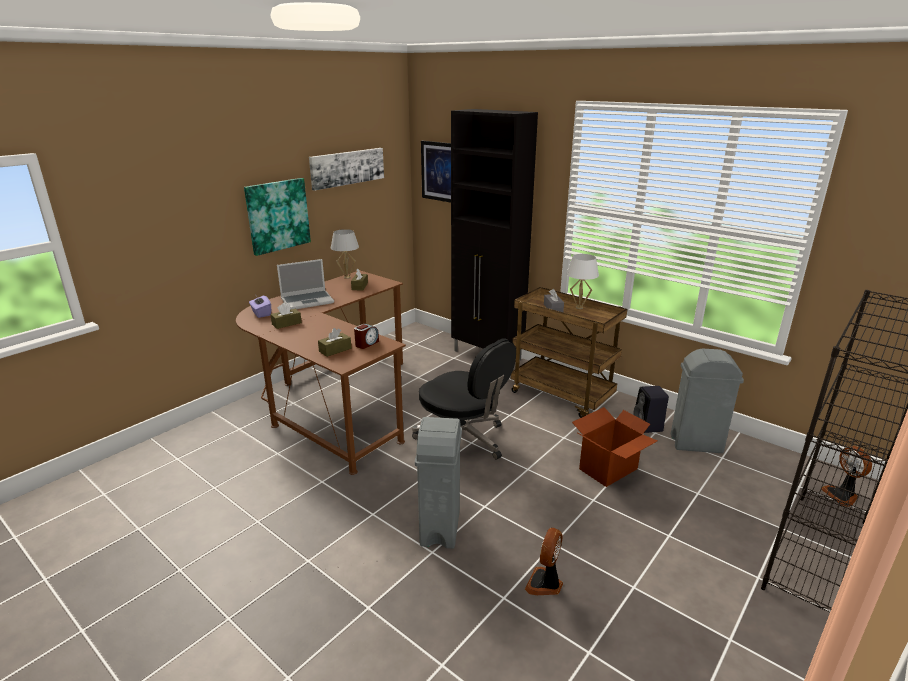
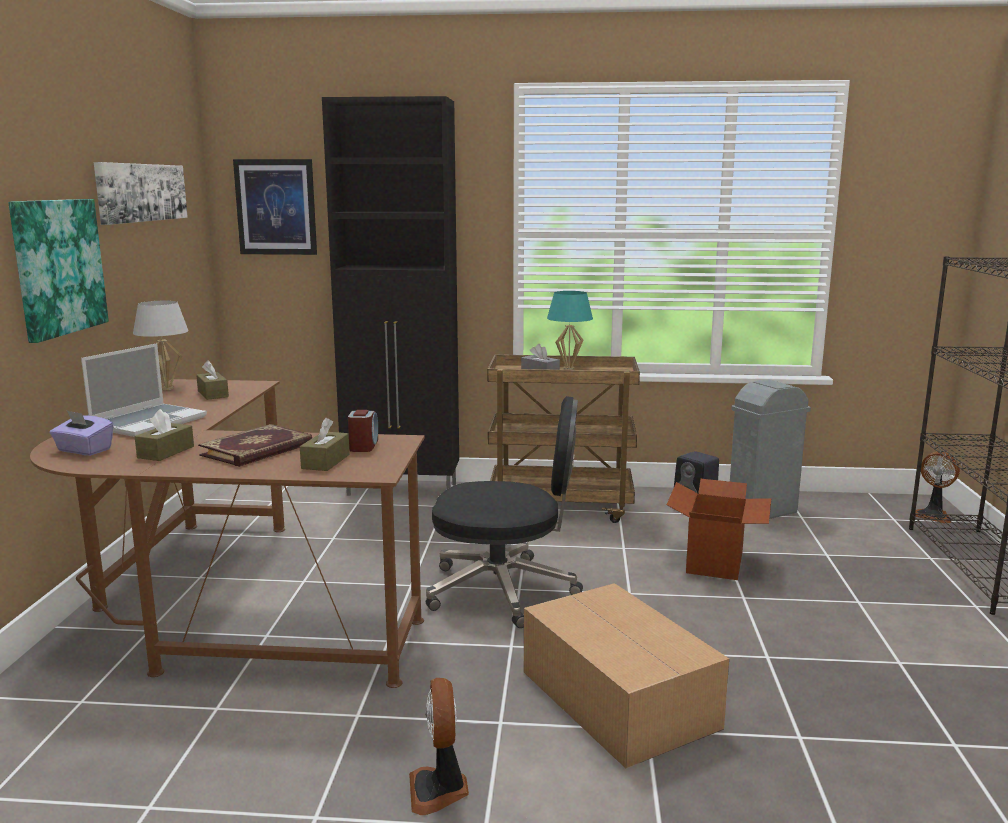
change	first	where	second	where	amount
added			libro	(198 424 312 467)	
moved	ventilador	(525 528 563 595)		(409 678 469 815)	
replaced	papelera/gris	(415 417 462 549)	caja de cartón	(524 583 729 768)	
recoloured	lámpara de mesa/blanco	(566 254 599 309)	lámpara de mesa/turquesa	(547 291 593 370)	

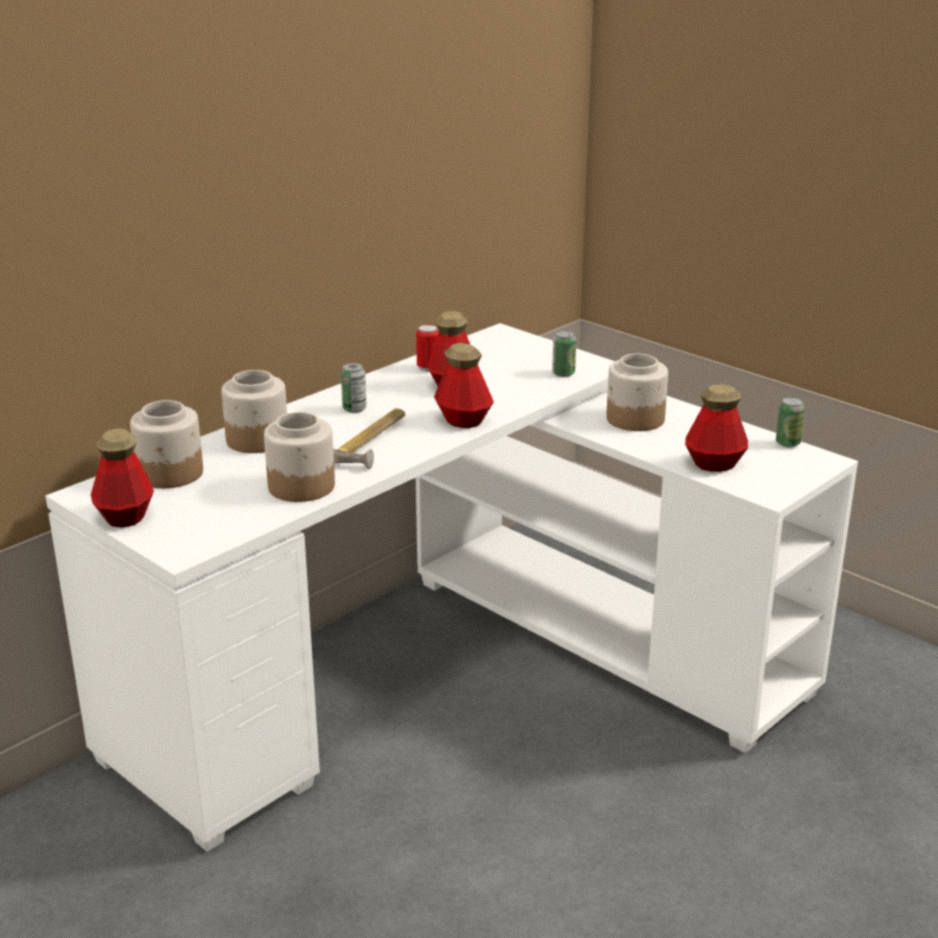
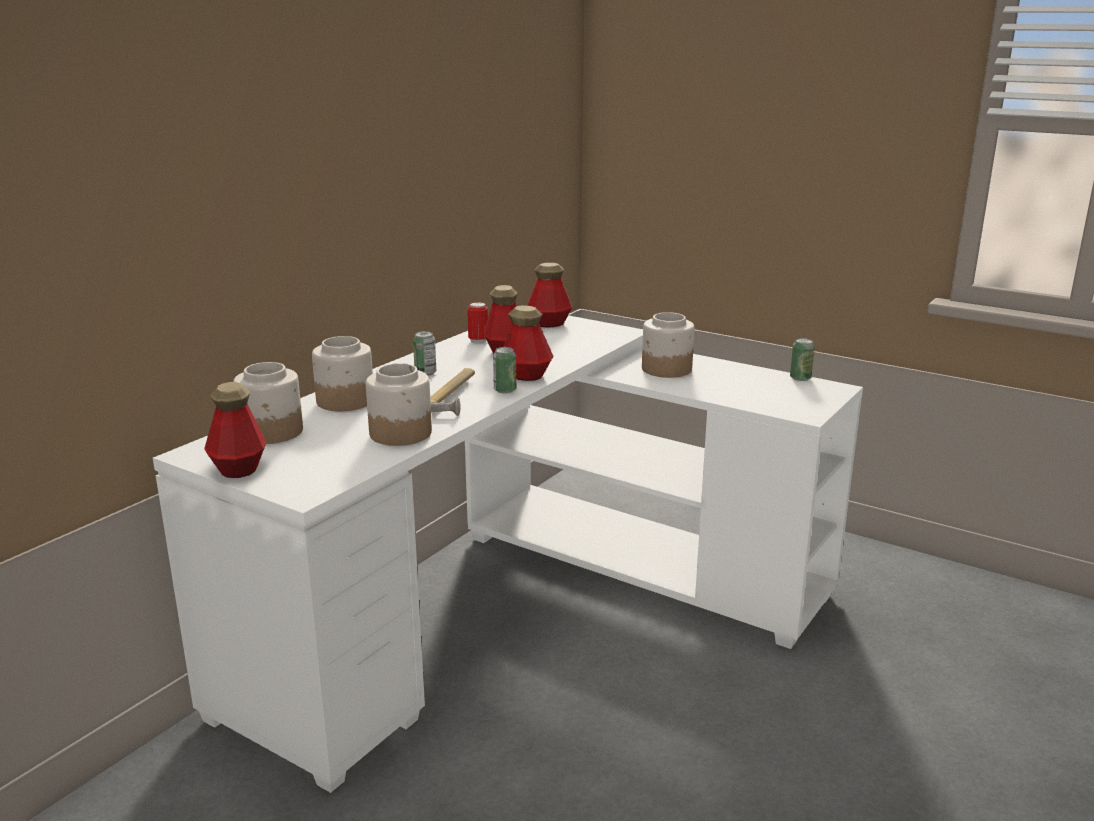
change	first	where	second	where	amount
moved	lata	(552 330 576 377)		(493 347 516 394)	
moved	botella	(685 384 748 472)		(527 263 572 327)	

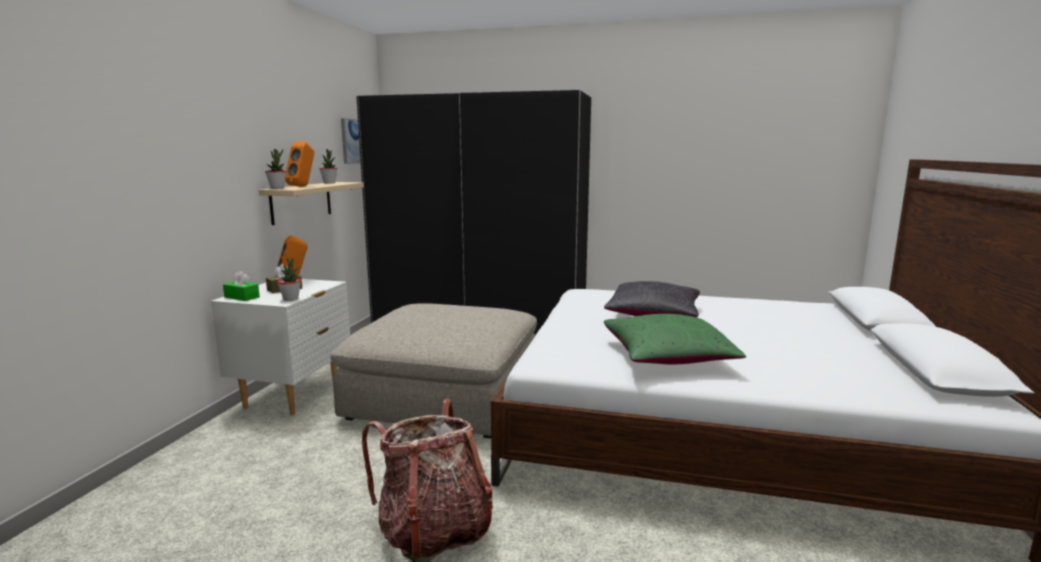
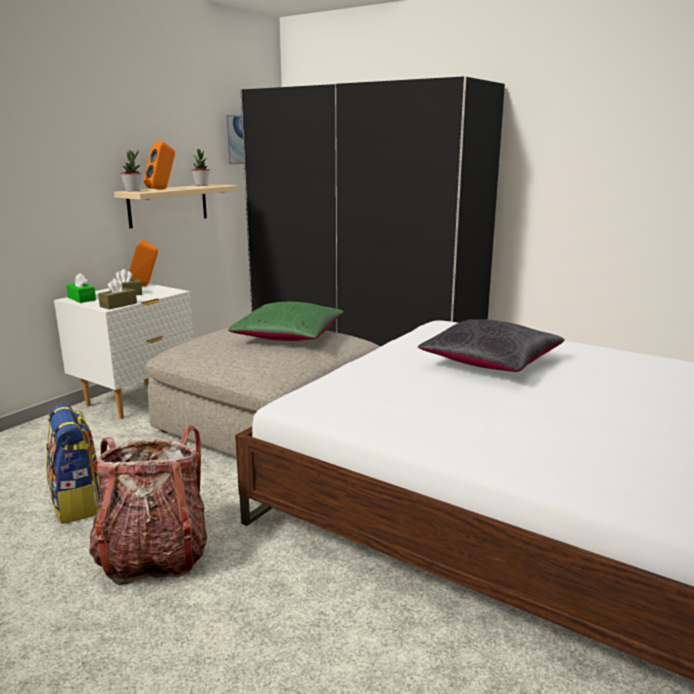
change	first	where	second	where	amount
added			mochila	(46 404 100 524)	
moved	cojín/verde	(604 314 746 364)		(228 302 344 341)	
replaced	planta en maceta	(277 257 301 301)	caja de pañuelos/marrón	(98 278 137 310)	

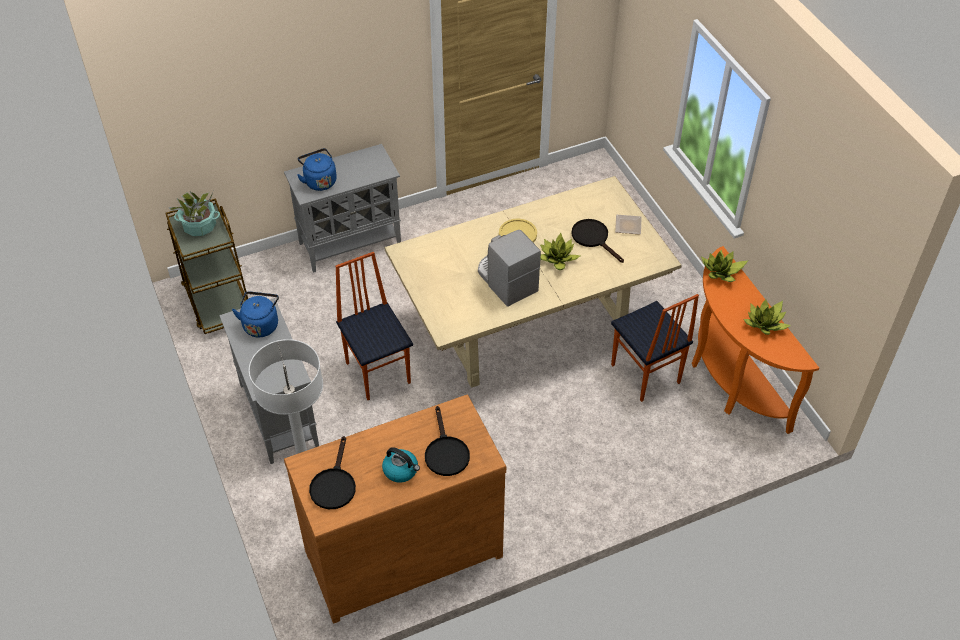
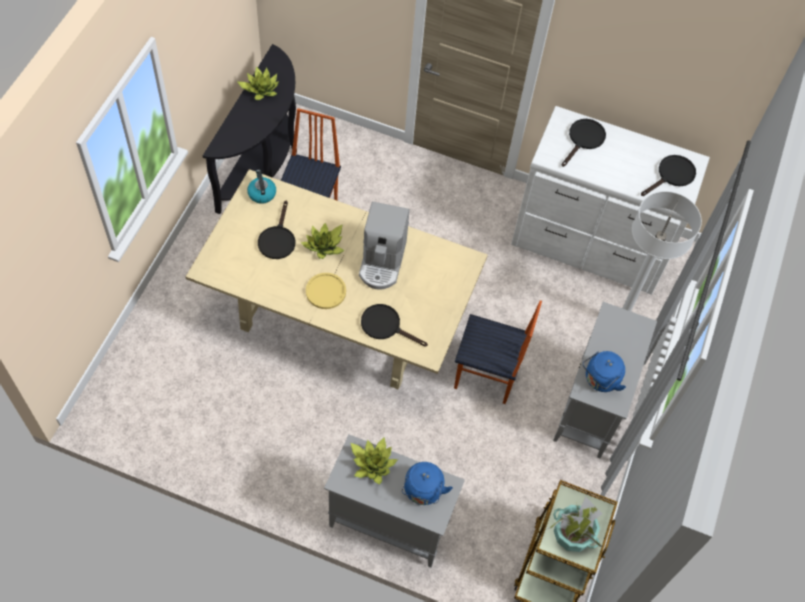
change	first	where	second	where	amount
removed	plato	(615 215 642 235)			
added			sartén/negro	(361 304 428 347)	
moved	hervidor	(382 447 420 483)		(247 170 276 204)	
moved	planta en maceta	(701 250 749 282)		(351 437 398 484)	
recoloured	cómoda/marrón	(284 394 506 623)	cómoda/blanco	(511 106 710 295)	
recoloured	mesa consola/naranja	(692 246 819 434)	mesa consola/negro	(203 44 297 214)	
turned	silla	(336 252 413 400)		(454 300 542 404)	90 degrees counterclockwise

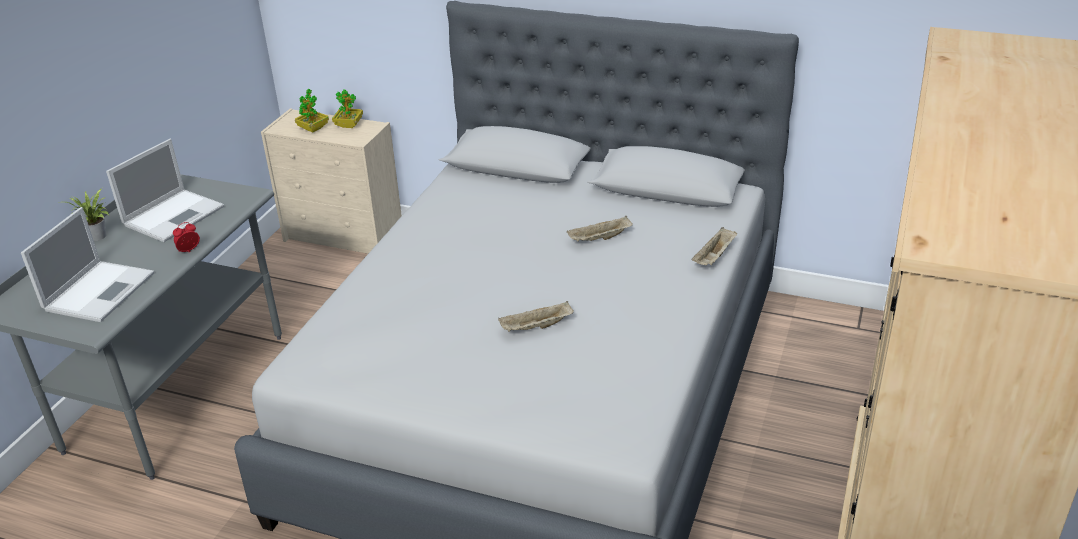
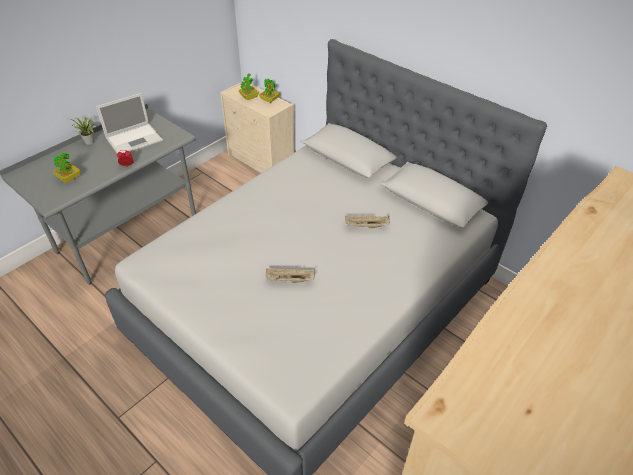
change	first	where	second	where	amount
removed	bandeja/beis	(691 227 737 265)			
replaced	portátil	(21 207 154 322)	planta en maceta	(53 153 80 183)	

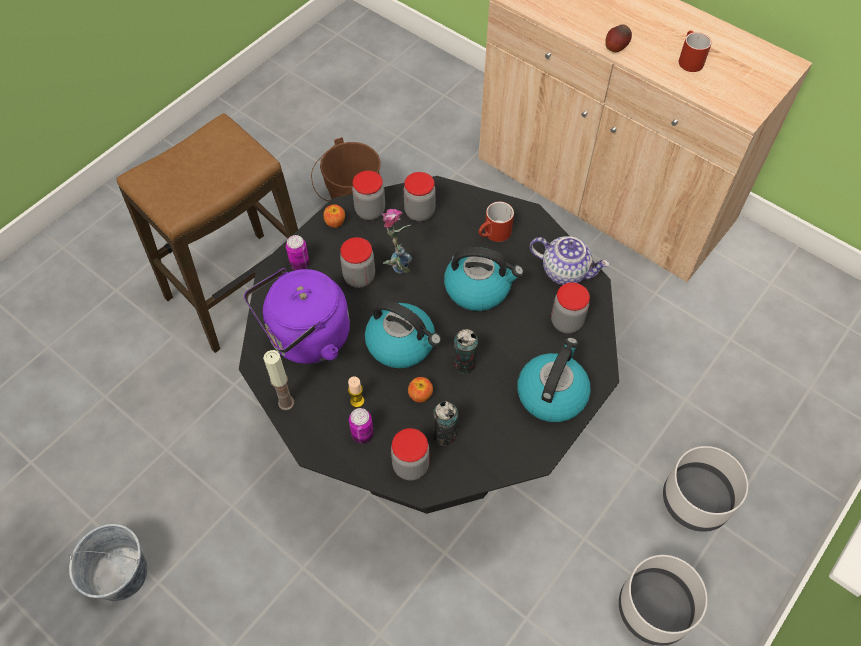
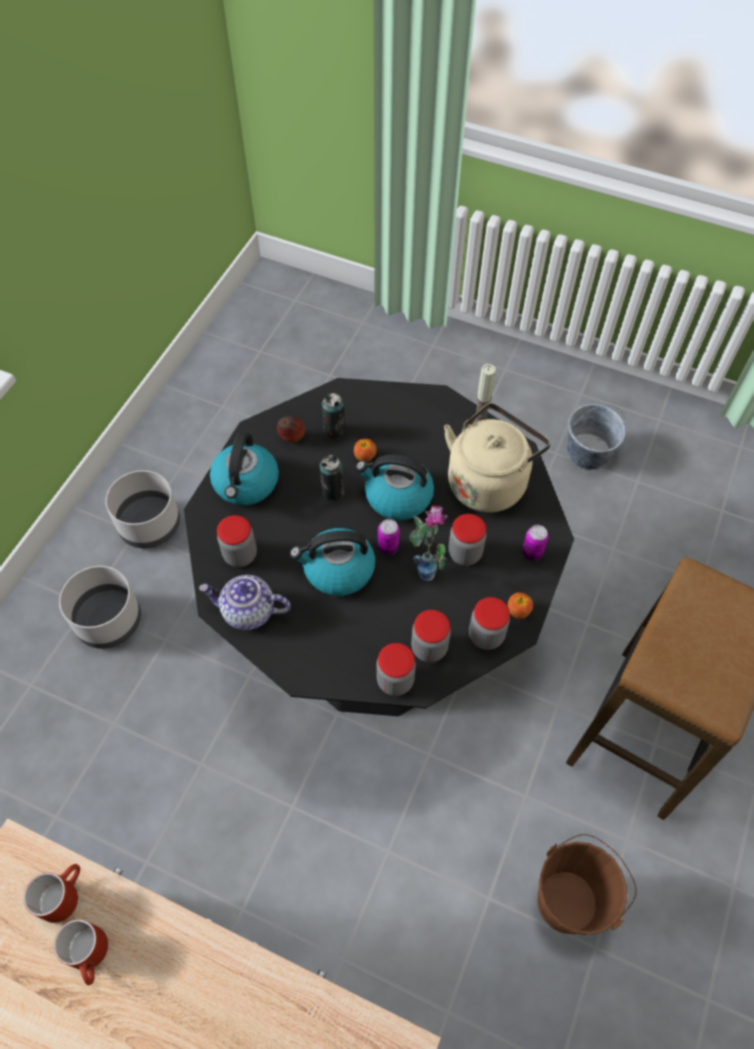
change	first	where	second	where	amount
removed	vela	(348 377 364 408)			
moved	lata	(349 408 374 443)		(378 519 400 555)	
moved	tarro	(391 428 429 480)		(376 643 416 696)	
moved	taza grande/rojo	(478 202 514 242)		(23 864 80 923)	
moved	manzana	(605 24 632 52)		(277 416 305 442)	
recoloured	hervidor/morado	(244 268 350 364)	hervidor/beis	(444 403 550 512)	

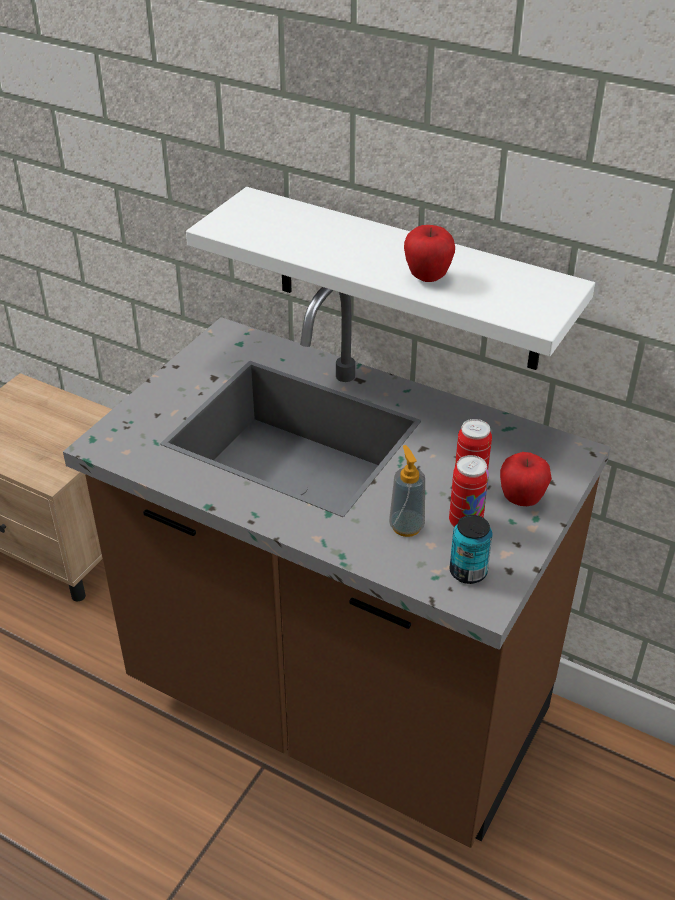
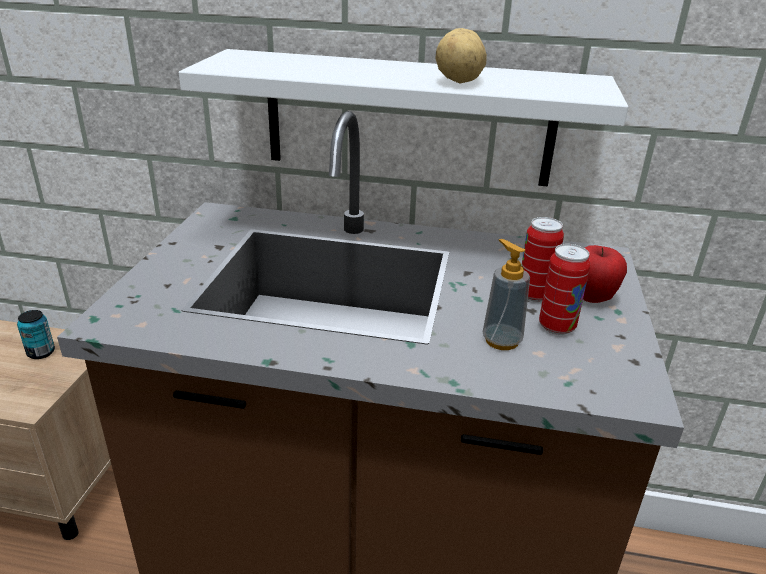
change	first	where	second	where	amount
moved	lata	(449 515 493 584)		(17 310 55 359)	
replaced	manzana	(404 225 455 282)	patata	(435 28 487 84)	

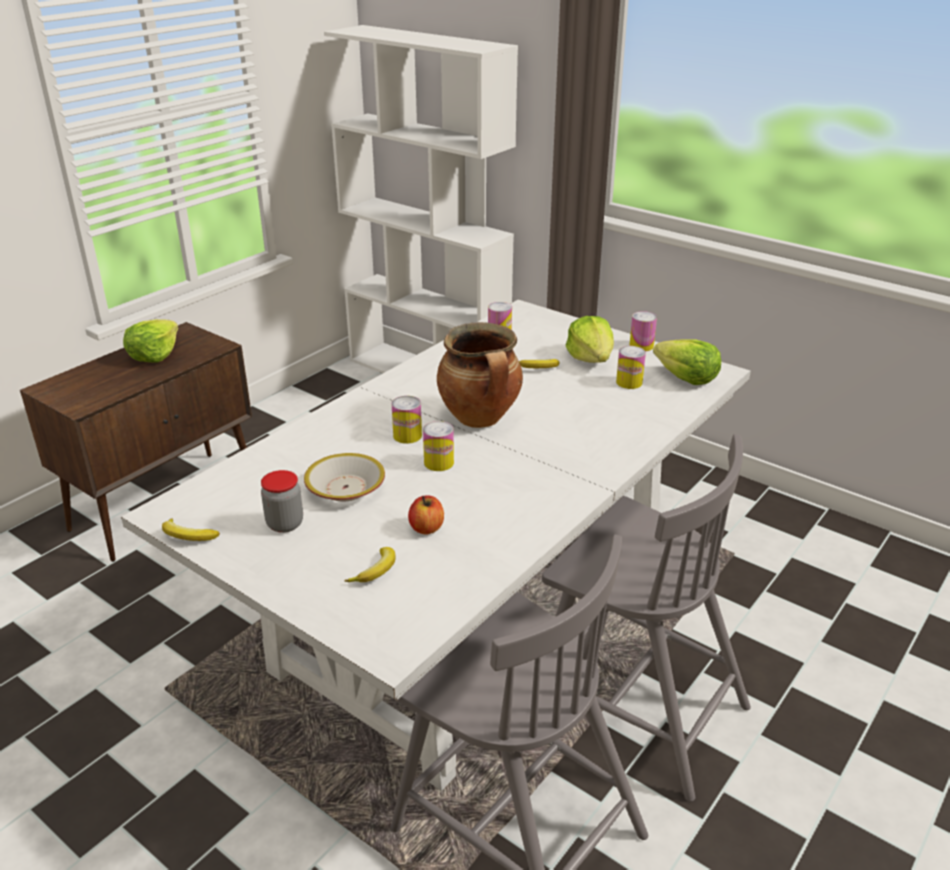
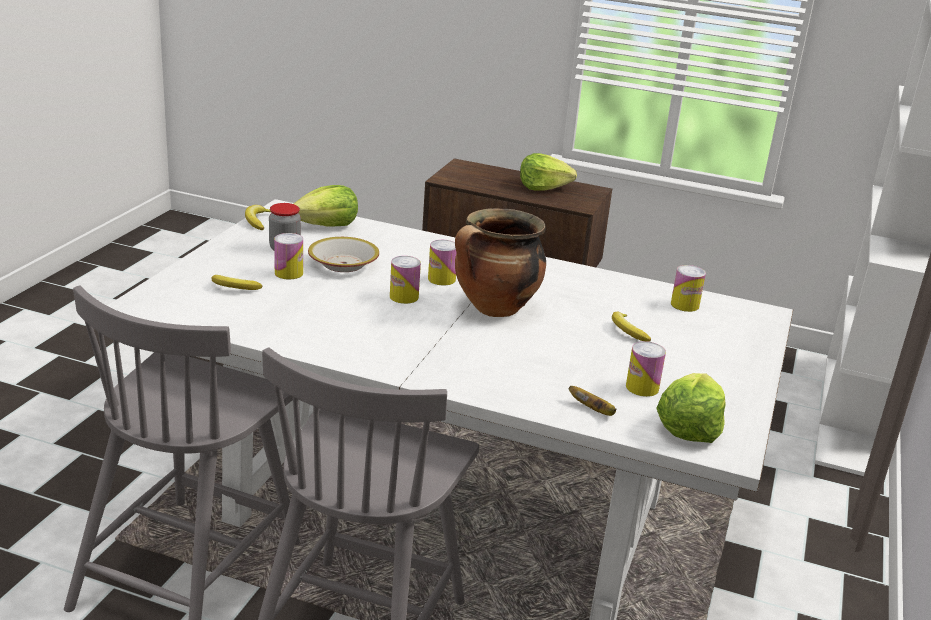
change	first	where	second	where	amount
removed	manzana	(408 495 444 535)			
added			plátano	(568 386 616 416)	
moved	lechuga	(566 316 614 363)		(293 185 358 227)	
moved	lata	(629 311 657 351)		(274 233 303 279)	

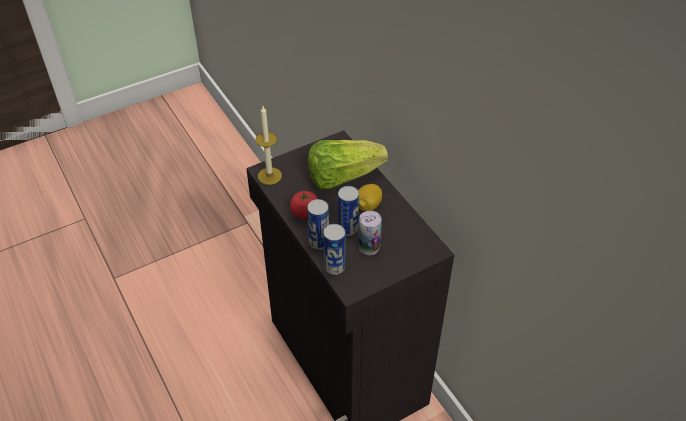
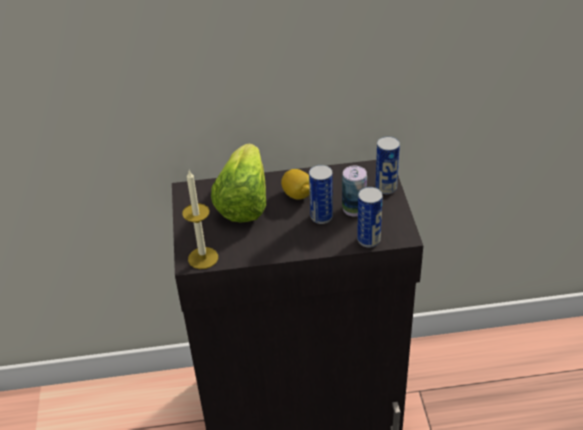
change	first	where	second	where	amount
removed	tomate	(290 191 318 220)			
moved	lata	(307 199 329 250)		(375 136 400 194)	

